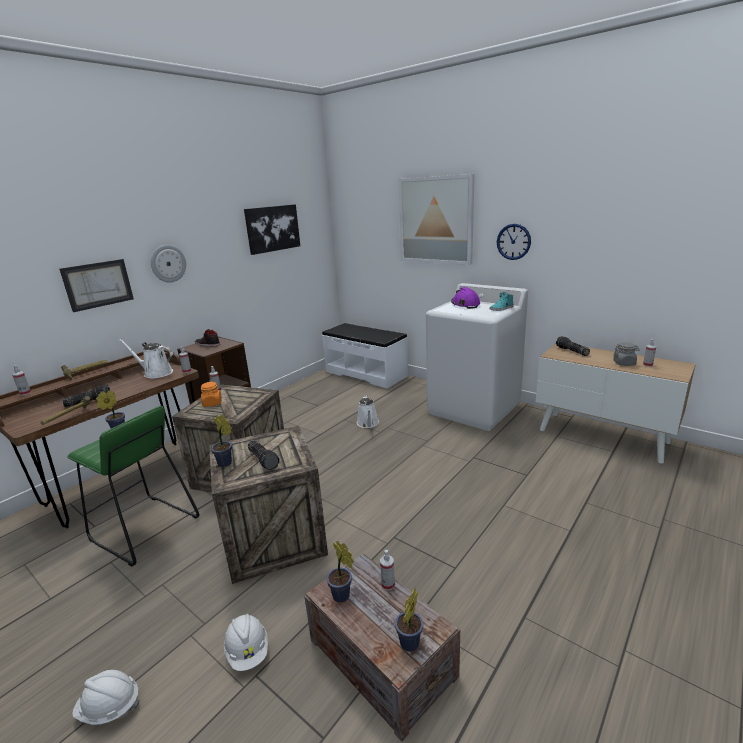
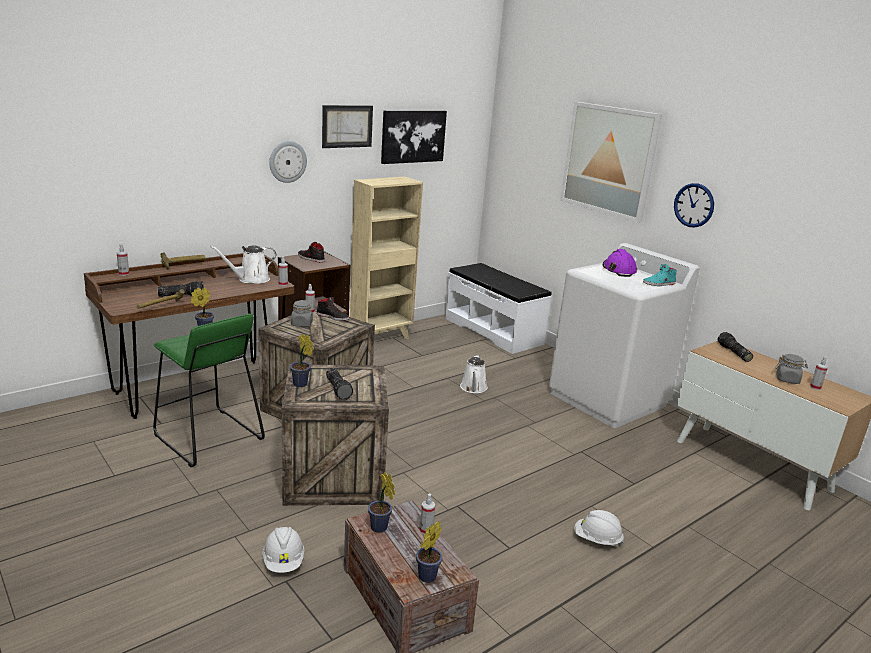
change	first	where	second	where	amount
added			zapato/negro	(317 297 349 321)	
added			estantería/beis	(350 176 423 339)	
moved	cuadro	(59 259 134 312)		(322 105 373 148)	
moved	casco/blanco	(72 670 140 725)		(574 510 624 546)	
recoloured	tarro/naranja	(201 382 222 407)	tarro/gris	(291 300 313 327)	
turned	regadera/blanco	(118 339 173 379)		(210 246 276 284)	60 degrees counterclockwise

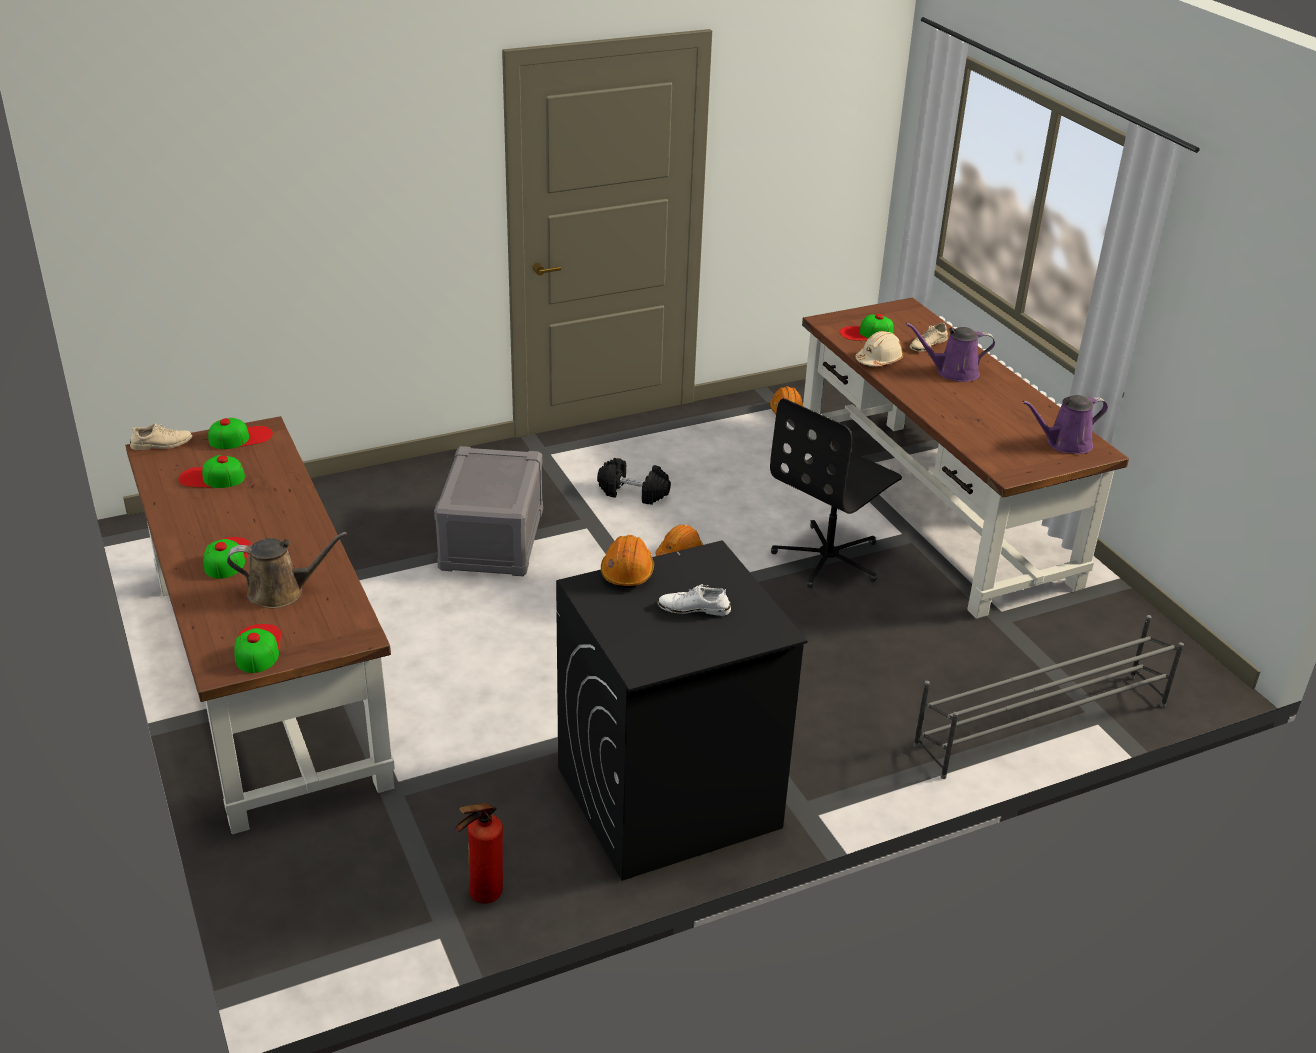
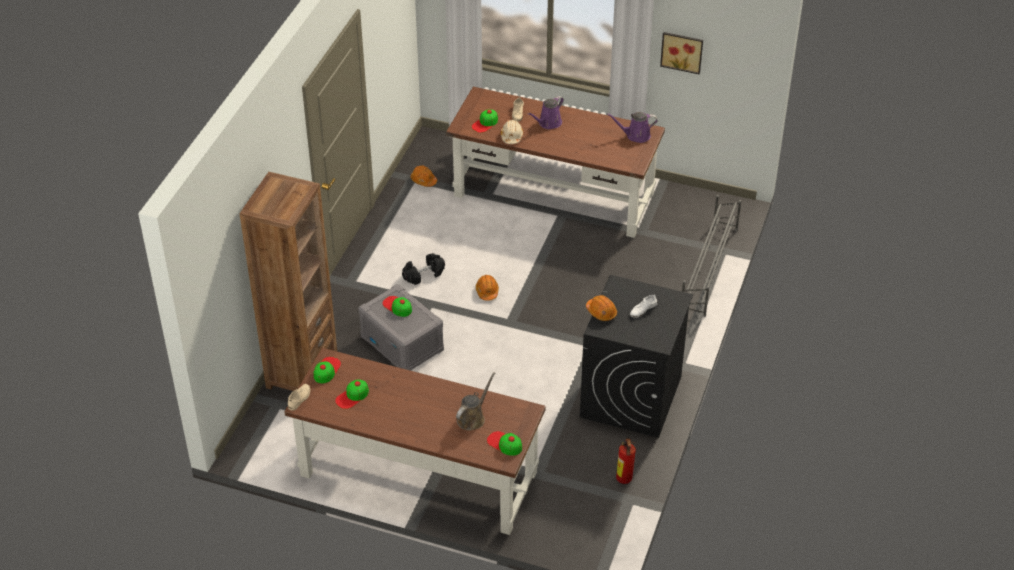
change	first	where	second	where	amount
removed	silla de oficina/negro	(770 398 902 588)			
added			estantería/marrón	(239 172 337 391)	
added			cuadro	(660 32 703 74)	
moved	gorra	(203 537 251 579)		(383 296 412 317)	
turned	regadera/morado	(1023 395 1108 454)		(607 112 658 143)	60 degrees clockwise

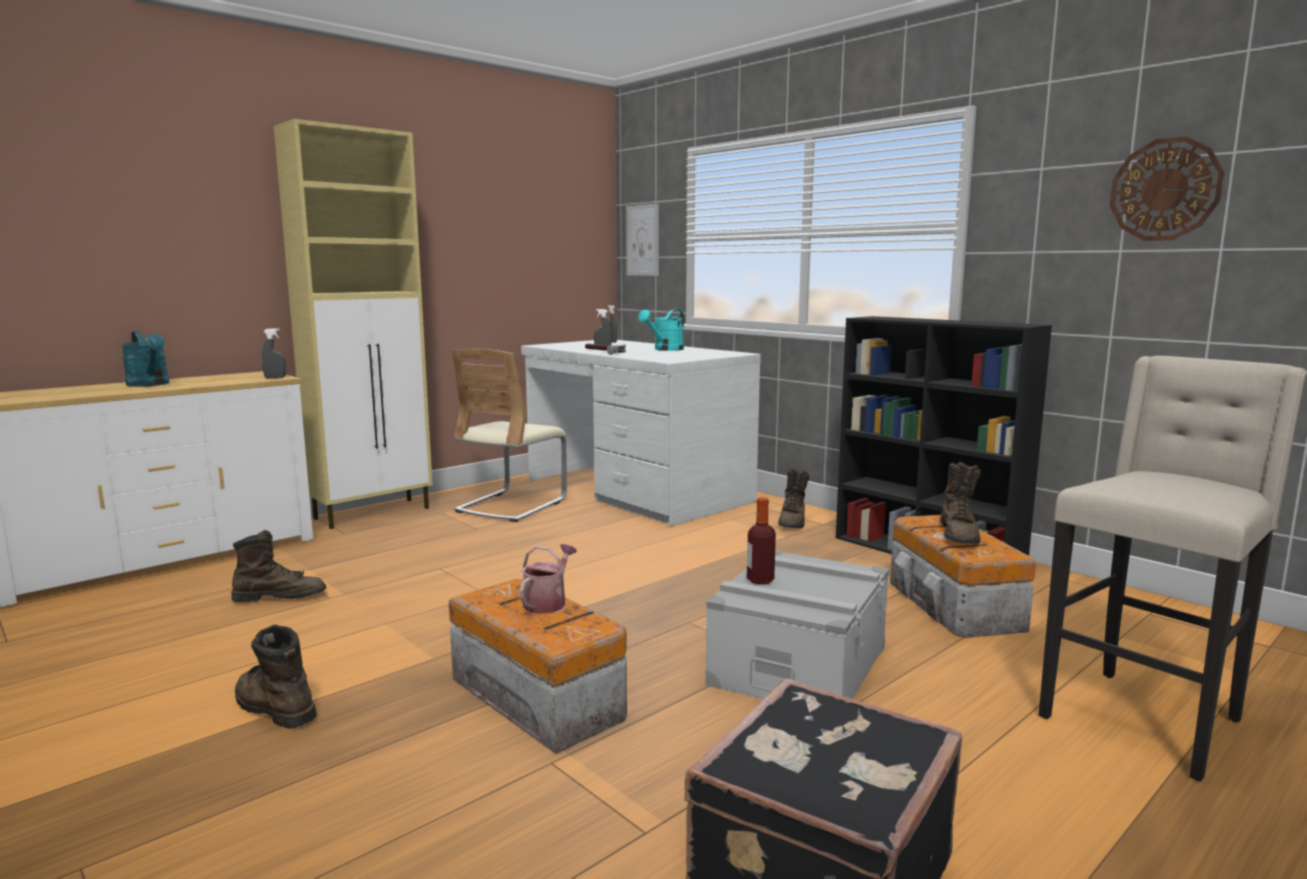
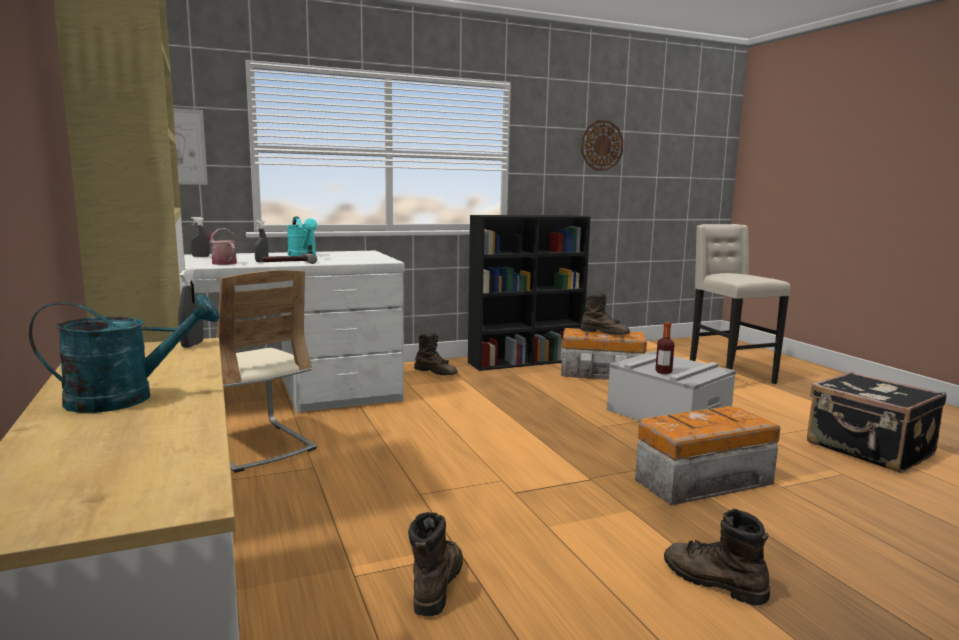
change	first	where	second	where	amount
moved	regadera	(519 544 577 614)		(205 228 237 265)	
turned	bota/marrón	(235 625 317 729)		(664 509 770 605)	75 degrees clockwise

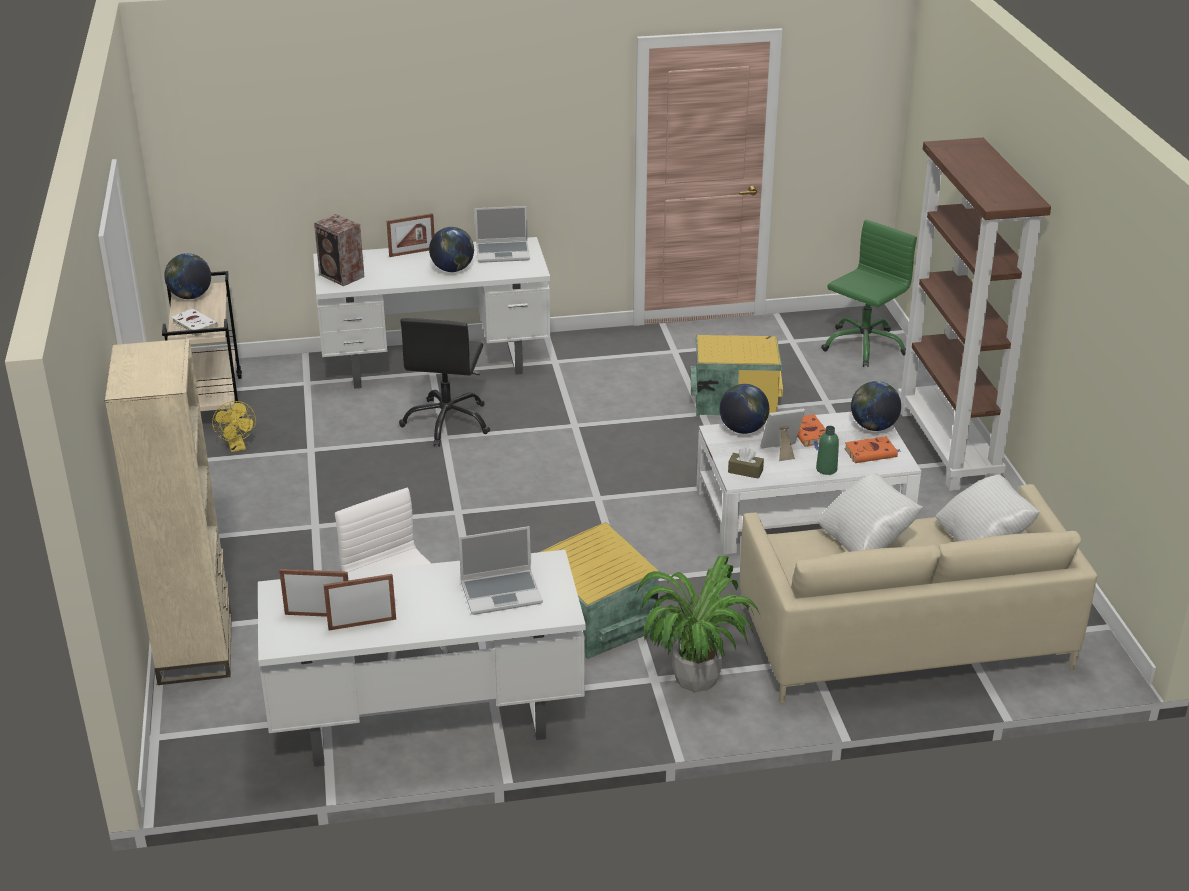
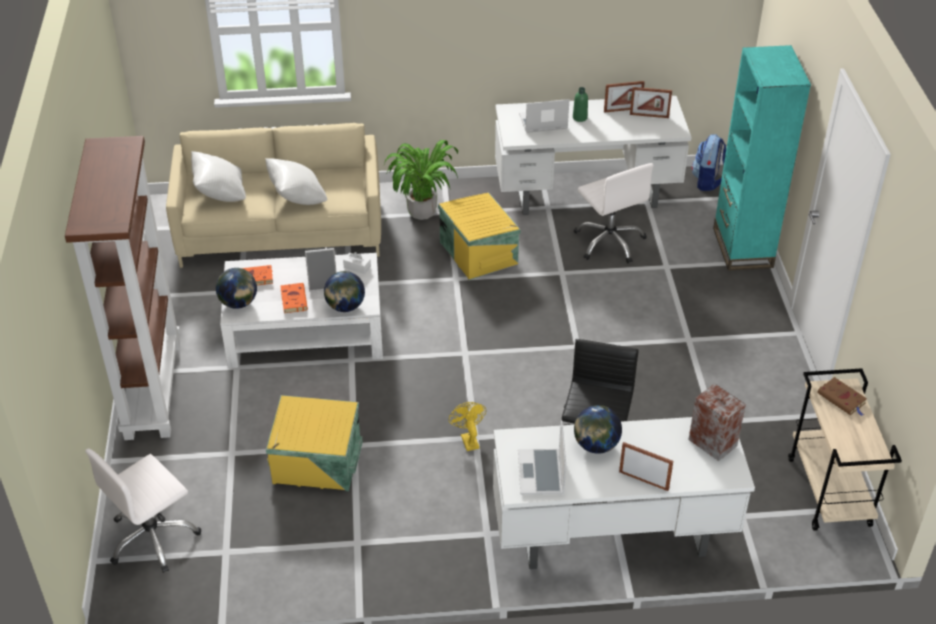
change	first	where	second	where	amount
removed	globo terráqueo	(164 253 211 299)			
added			mochila	(692 134 726 191)	
moved	ventilador/amarillo	(212 401 256 452)		(449 402 486 451)	
moved	botella/verde	(816 426 839 475)		(573 87 588 122)	
recoloured	estantería/beis	(105 339 232 685)	estantería/turquesa	(713 45 811 271)	
recoloured	libro/blanco	(171 308 218 337)	libro/marrón	(817 377 867 416)	
recoloured	caja de pañuelos/marrón	(728 448 764 479)	caja de pañuelos/blanco	(343 252 371 274)	
recoloured	silla de oficina/verde	(821 220 917 367)	silla de oficina/blanco	(85 449 201 573)	
turned	portarretratos	(387 213 434 257)		(619 442 673 491)	45 degrees clockwise
turned	portátil	(475 206 530 263)		(518 420 566 495)	90 degrees counterclockwise

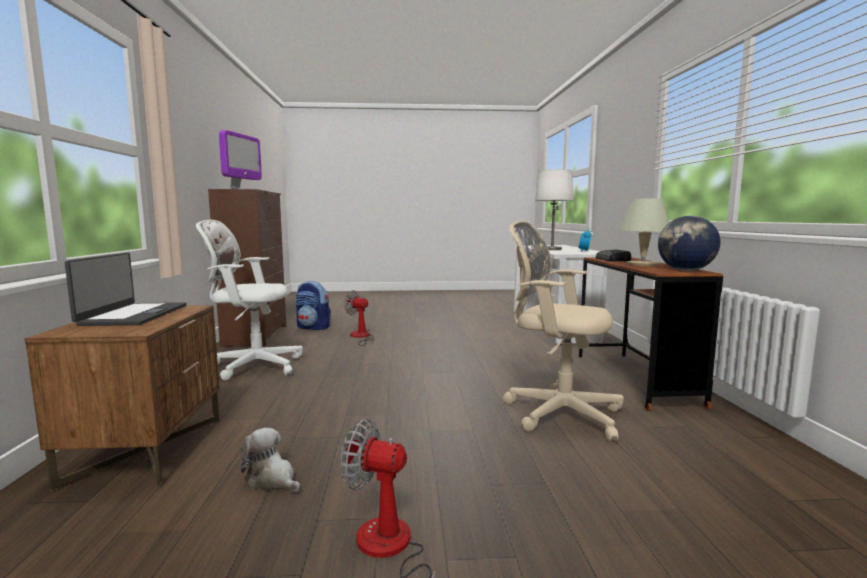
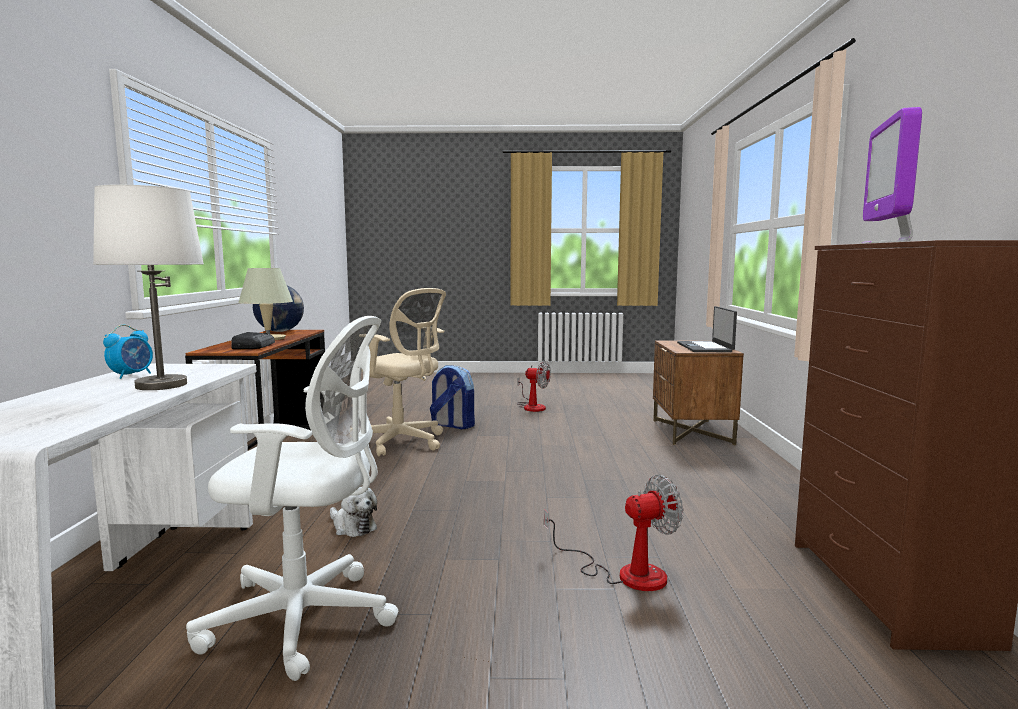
change	first	where	second	where	amount
moved	silla de oficina/blanco	(196 220 303 380)		(186 316 399 681)	
moved	peluche	(241 428 301 493)		(330 487 377 537)	
moved	mochila	(296 281 331 330)		(430 365 475 429)	
turned	ventilador	(344 290 375 346)		(544 475 683 591)	45 degrees counterclockwise

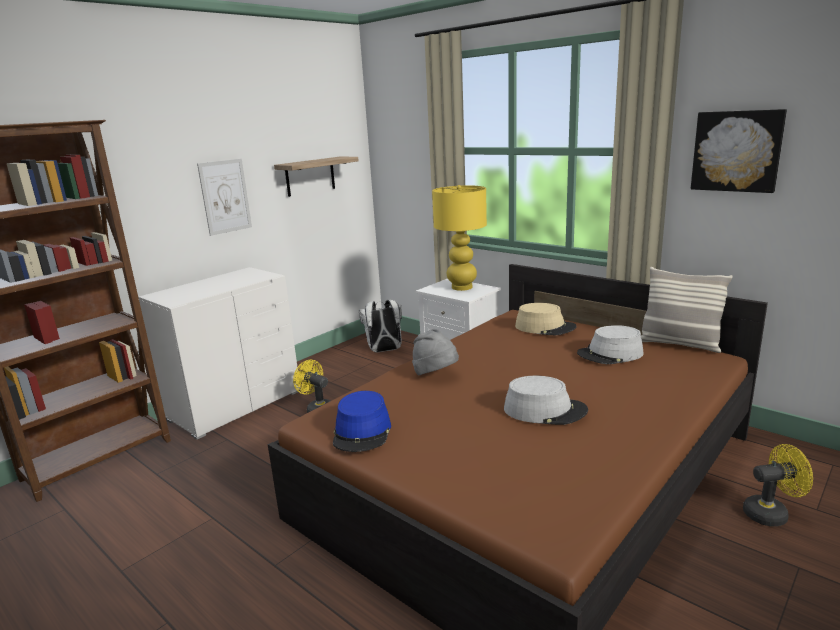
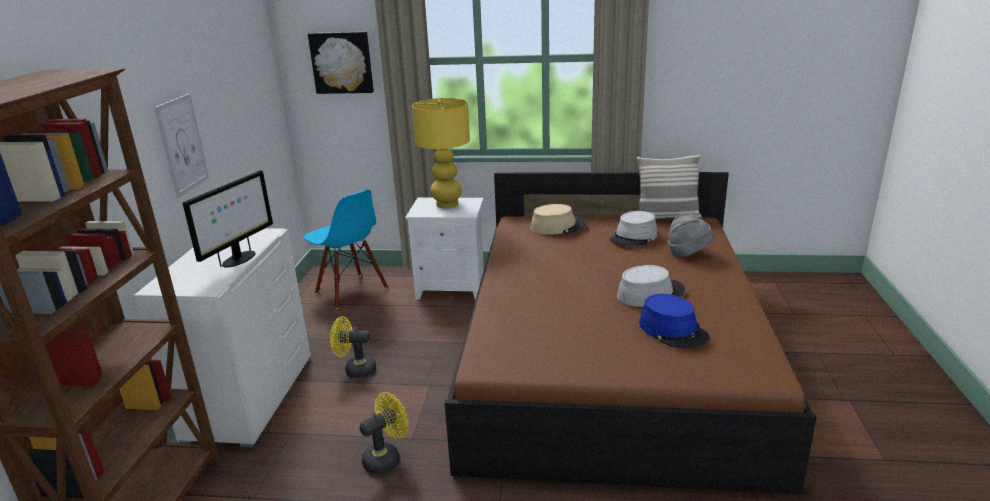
change	first	where	second	where	amount
removed	estante	(274 156 358 197)			
added			monitor	(183 170 273 268)	
moved	sombrero/azul	(333 391 391 452)		(639 294 710 347)	
moved	sombrero/gris	(412 329 459 375)		(668 213 713 257)	
moved	cuadro	(691 109 787 193)		(308 32 374 94)	
moved	ventilador/amarillo	(743 444 813 526)		(360 392 409 474)	
replaced	mochila/blanco	(359 300 402 352)	silla/azul	(303 190 388 309)	

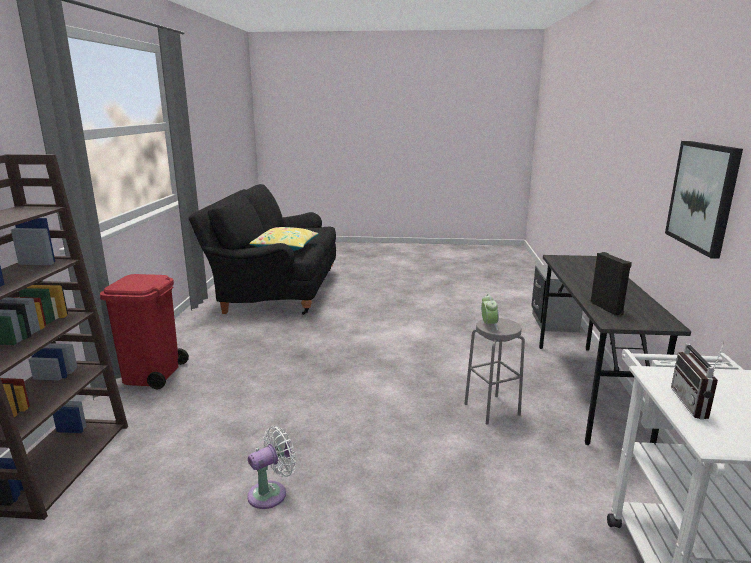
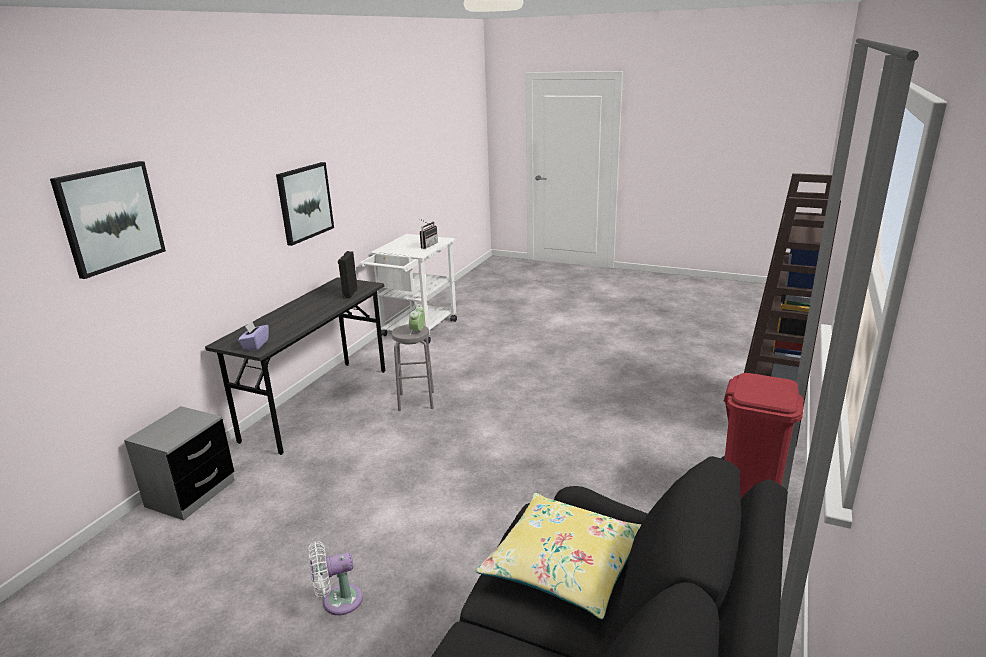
change	first	where	second	where	amount
added			cuadro	(50 161 166 279)	
added			caja de pañuelos/morado	(238 321 269 350)	
moved	ventilador/blanco	(247 426 296 509)		(308 541 363 615)	

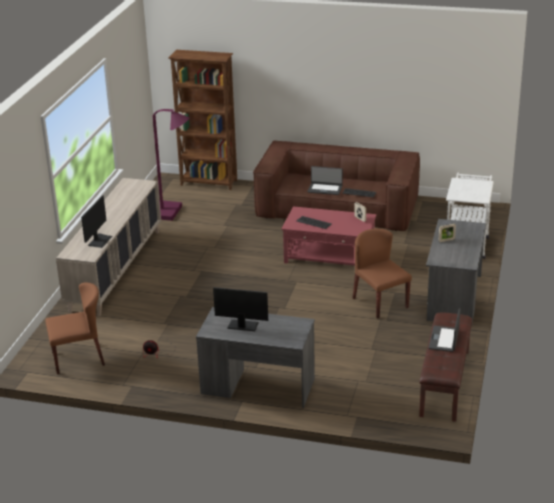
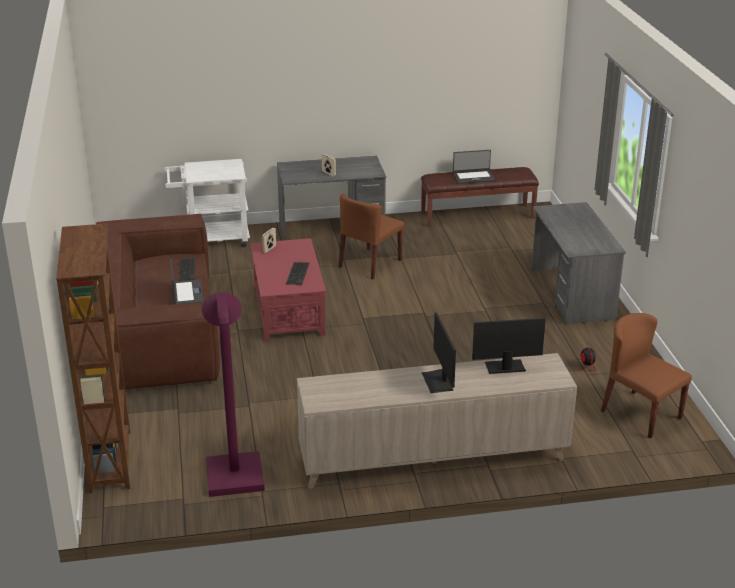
change	first	where	second	where	amount
moved	monitor	(213 287 268 331)		(422 312 456 393)	

